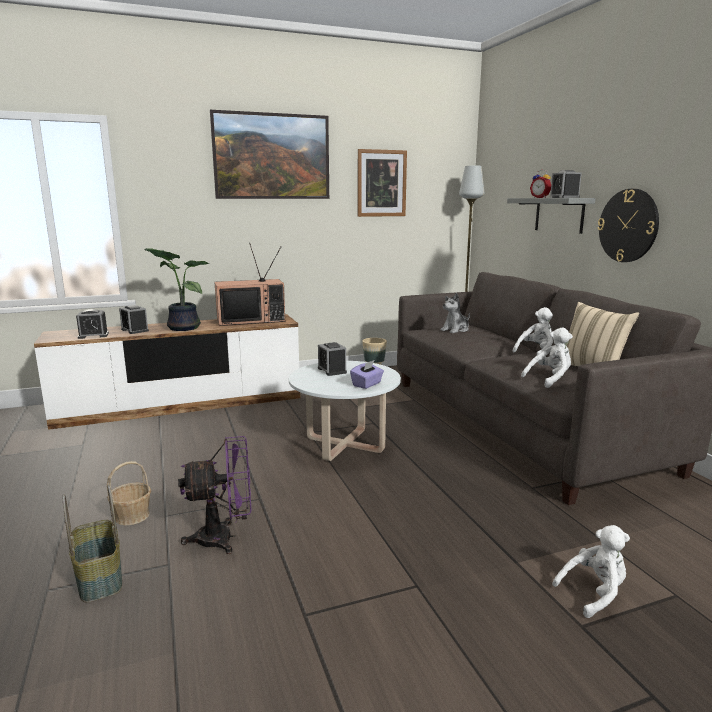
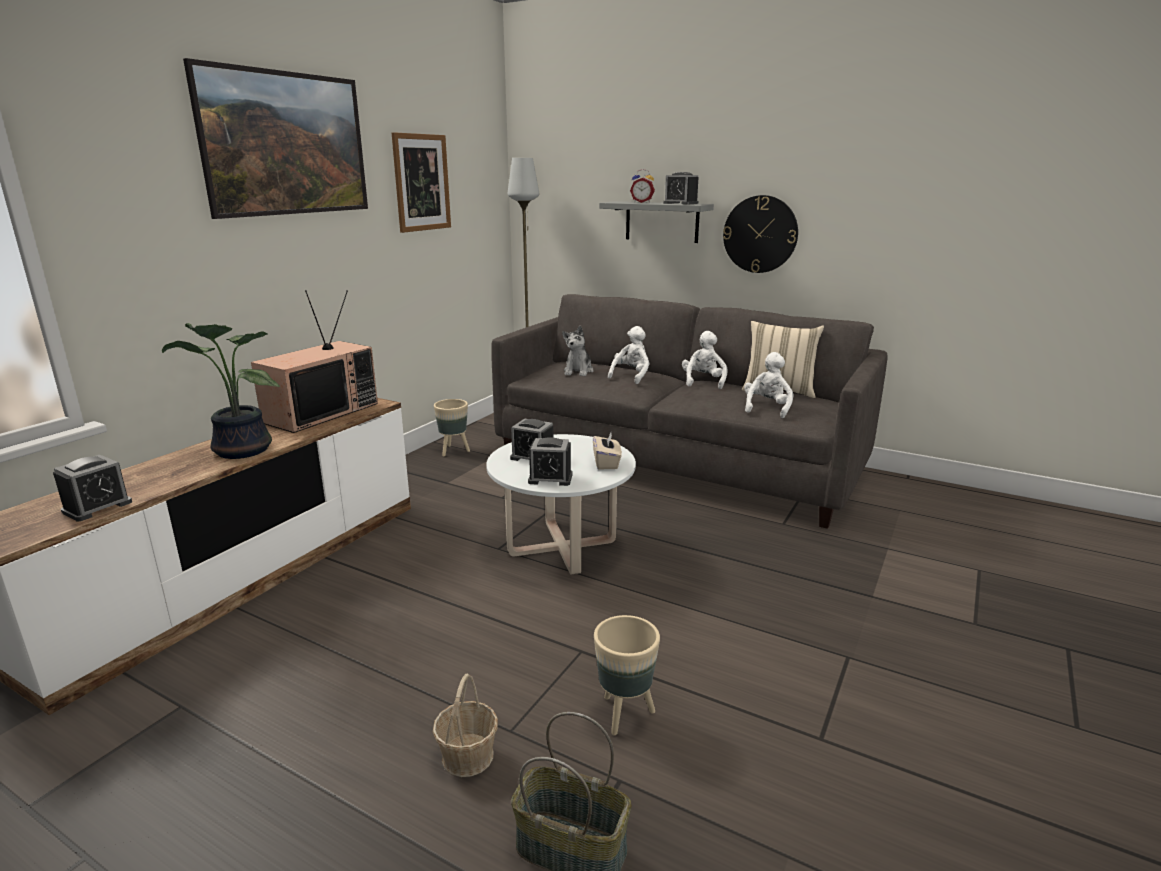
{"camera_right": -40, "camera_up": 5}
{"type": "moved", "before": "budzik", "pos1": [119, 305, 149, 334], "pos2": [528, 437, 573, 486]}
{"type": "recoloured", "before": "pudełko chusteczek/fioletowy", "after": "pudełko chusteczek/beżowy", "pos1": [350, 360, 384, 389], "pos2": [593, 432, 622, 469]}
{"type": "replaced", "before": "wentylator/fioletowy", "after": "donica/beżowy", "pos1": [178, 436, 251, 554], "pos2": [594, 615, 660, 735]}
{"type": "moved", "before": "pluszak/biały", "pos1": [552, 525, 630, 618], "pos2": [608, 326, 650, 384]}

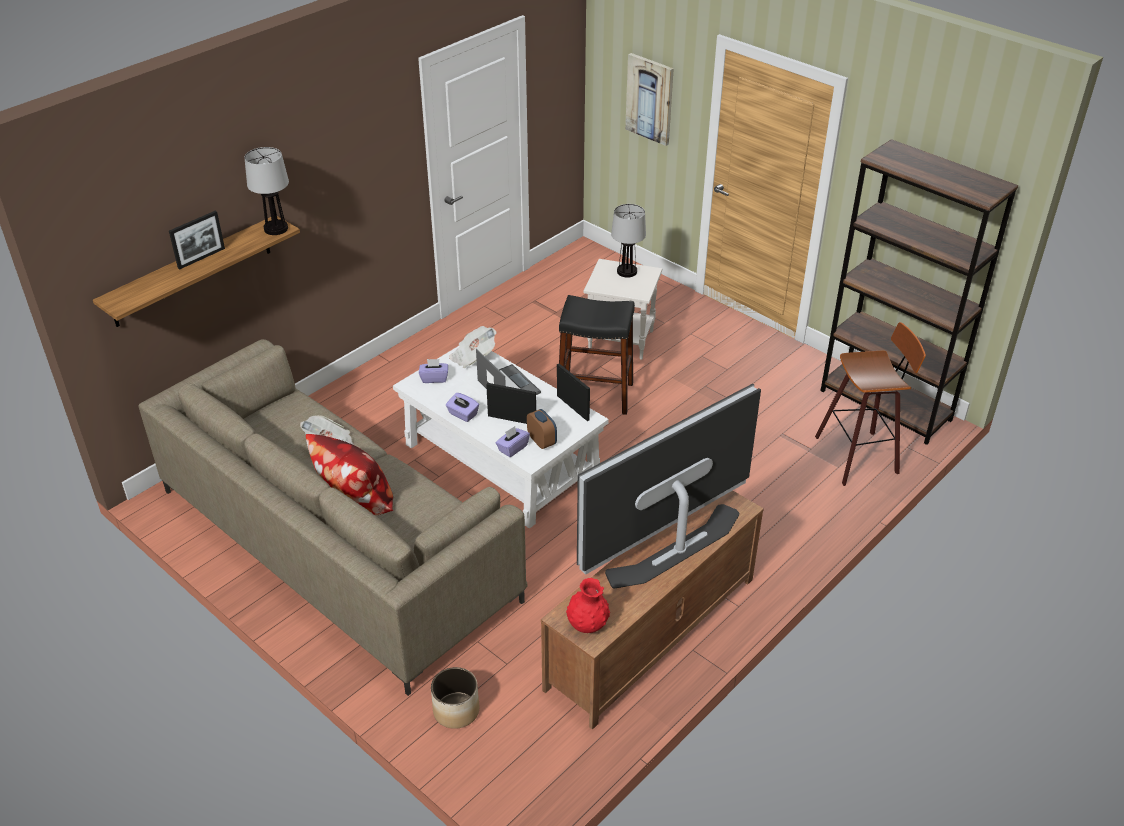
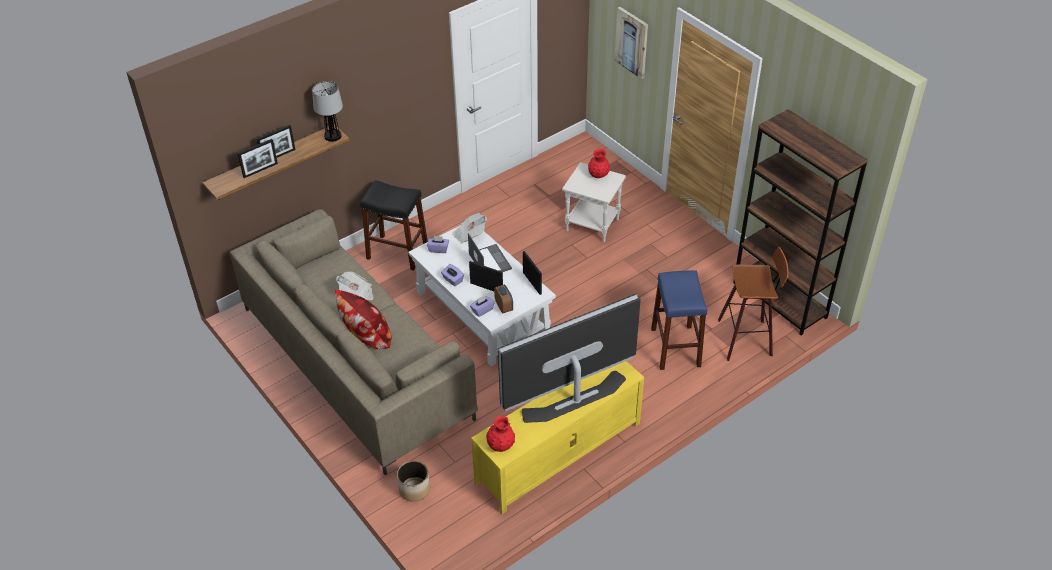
{"camera_right": 10, "camera_up": 5}
{"type": "replaced", "before": "lampa stołowa", "after": "wazon/czerwony", "pos1": [611, 204, 646, 278], "pos2": [588, 149, 610, 178]}
{"type": "moved", "before": "stołek/czarny", "pos1": [559, 295, 635, 415], "pos2": [360, 180, 428, 271]}
{"type": "recoloured", "before": "szafka pod telewizor/brązowy", "after": "szafka pod telewizor/żółty", "pos1": [541, 491, 764, 730], "pos2": [471, 361, 644, 514]}
{"type": "added", "after": "ramka na zdjęcie", "pos2": [238, 139, 278, 178]}
{"type": "added", "after": "stołek/niebieski", "pos2": [651, 271, 707, 370]}

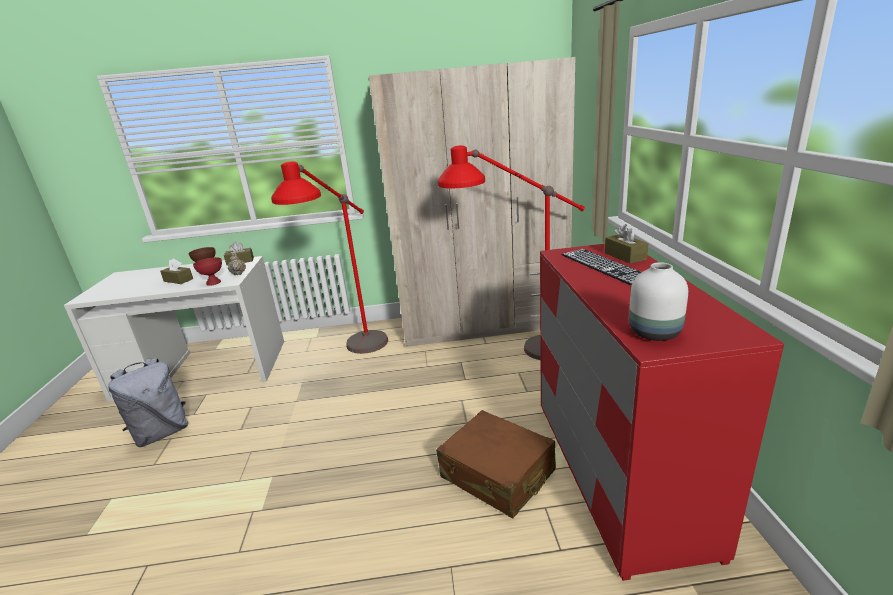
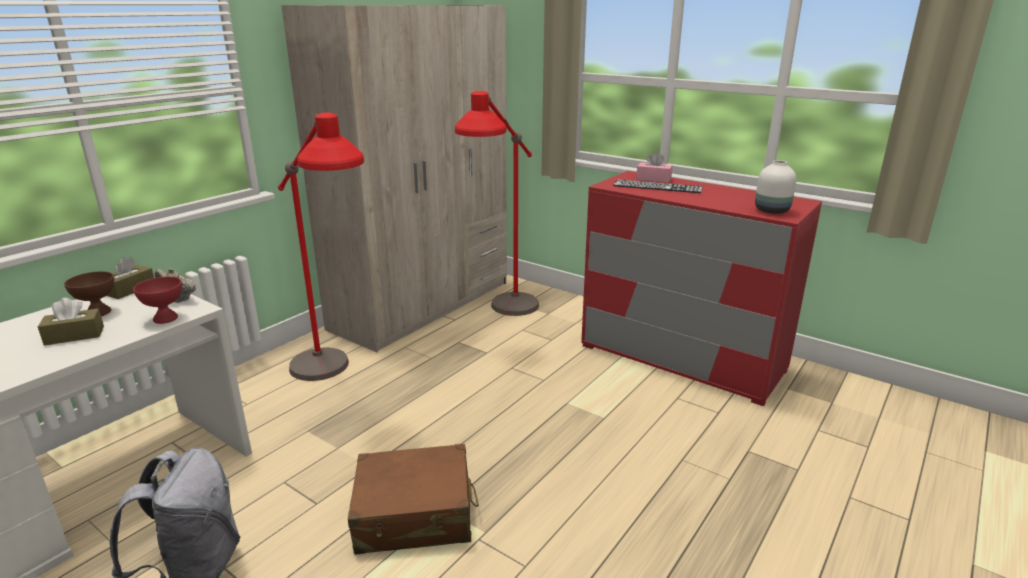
{"camera_right": -50, "camera_up": 0}
{"type": "recoloured", "before": "pudełko chusteczek/brązowy", "after": "pudełko chusteczek/różowy", "pos1": [605, 224, 648, 264], "pos2": [636, 152, 673, 183]}
{"type": "moved", "before": "walizka/brązowy", "pos1": [436, 410, 556, 518], "pos2": [348, 444, 479, 555]}

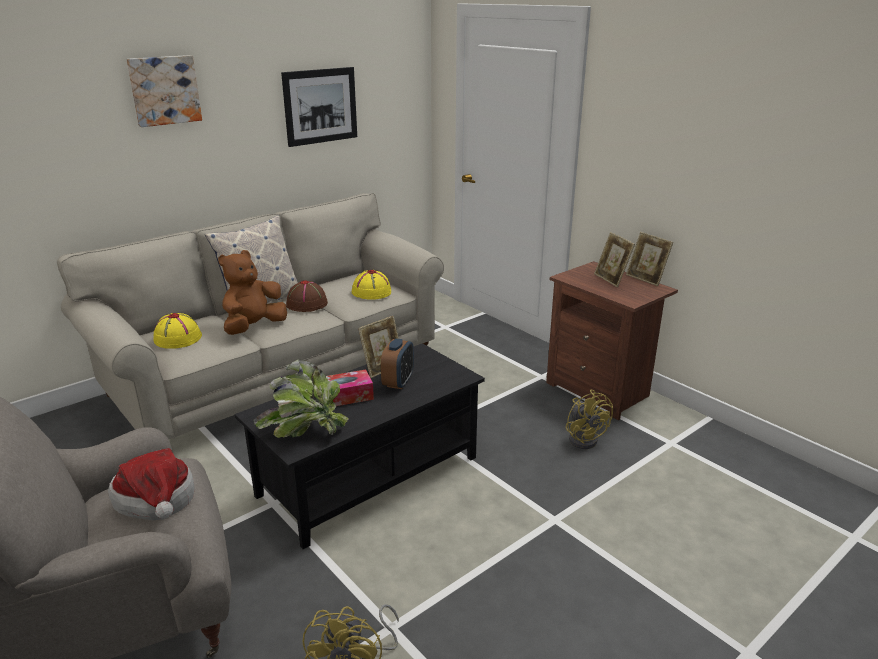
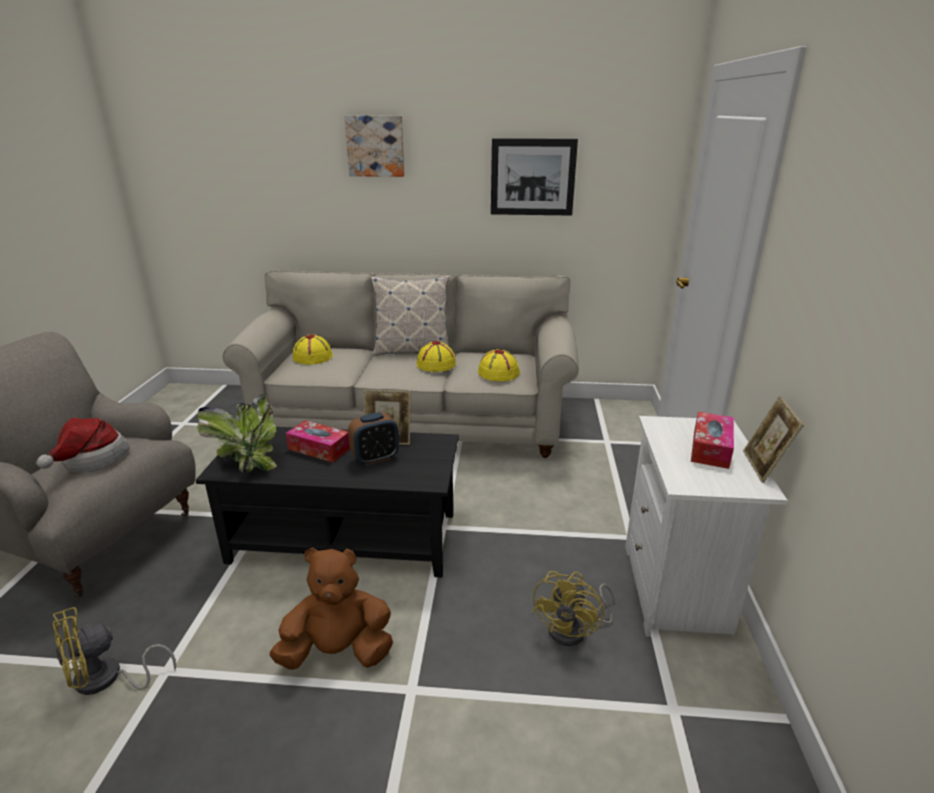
{"camera_right": 45, "camera_up": 0}
{"type": "replaced", "before": "ramka na zdjęcie", "after": "pudełko chusteczek", "pos1": [594, 232, 635, 287], "pos2": [691, 412, 734, 469]}
{"type": "moved", "before": "pluszak/brązowy", "pos1": [218, 250, 287, 335], "pos2": [270, 548, 393, 670]}
{"type": "recoloured", "before": "szafka nocna/brązowy", "after": "szafka nocna/biały", "pos1": [546, 261, 678, 420], "pos2": [625, 416, 788, 637]}
{"type": "recoloured", "before": "kapelusz/brązowy", "after": "kapelusz/żółty", "pos1": [286, 280, 328, 312], "pos2": [416, 341, 456, 372]}

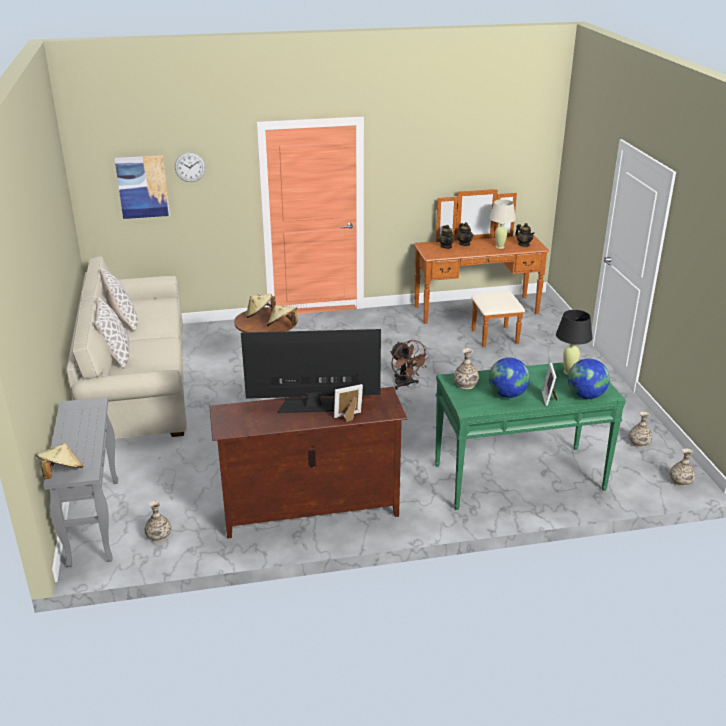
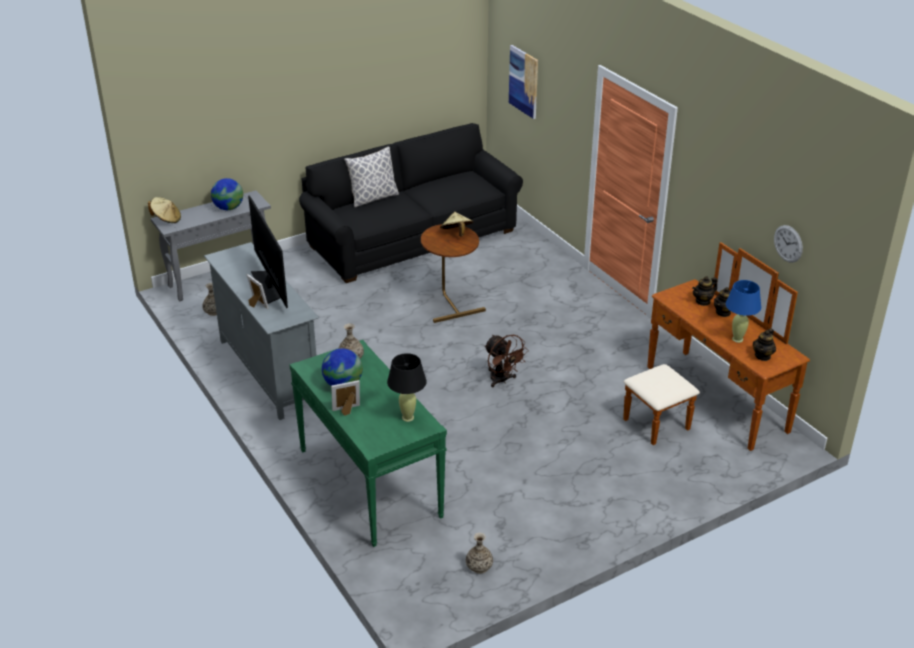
{"camera_right": 70, "camera_up": 5}
{"type": "moved", "before": "zegar ścienny", "pos1": [175, 152, 205, 182], "pos2": [774, 225, 803, 263]}
{"type": "recoloured", "before": "lampa stołowa/beżowy", "after": "lampa stołowa/niebieski", "pos1": [489, 199, 516, 249], "pos2": [726, 280, 761, 343]}
{"type": "recoloured", "before": "kanapa/beżowy", "after": "kanapa/czarny", "pos1": [66, 256, 187, 439], "pos2": [299, 123, 523, 283]}
{"type": "removed", "before": "poduszka", "pos1": [100, 268, 138, 332]}
{"type": "removed", "before": "kapelusz/beżowy", "pos1": [267, 305, 297, 326]}
{"type": "turned", "before": "wentylator/brązowy", "pos1": [390, 340, 430, 390], "pos2": [484, 335, 529, 387], "turn": -75}
{"type": "moved", "before": "globus", "pos1": [568, 359, 610, 399], "pos2": [211, 178, 243, 210]}
{"type": "recoloured", "before": "szafka pod telewizor/brązowy", "after": "szafka pod telewizor/szary", "pos1": [209, 387, 407, 539], "pos2": [204, 242, 319, 420]}
{"type": "removed", "before": "wazon", "pos1": [669, 448, 695, 486]}

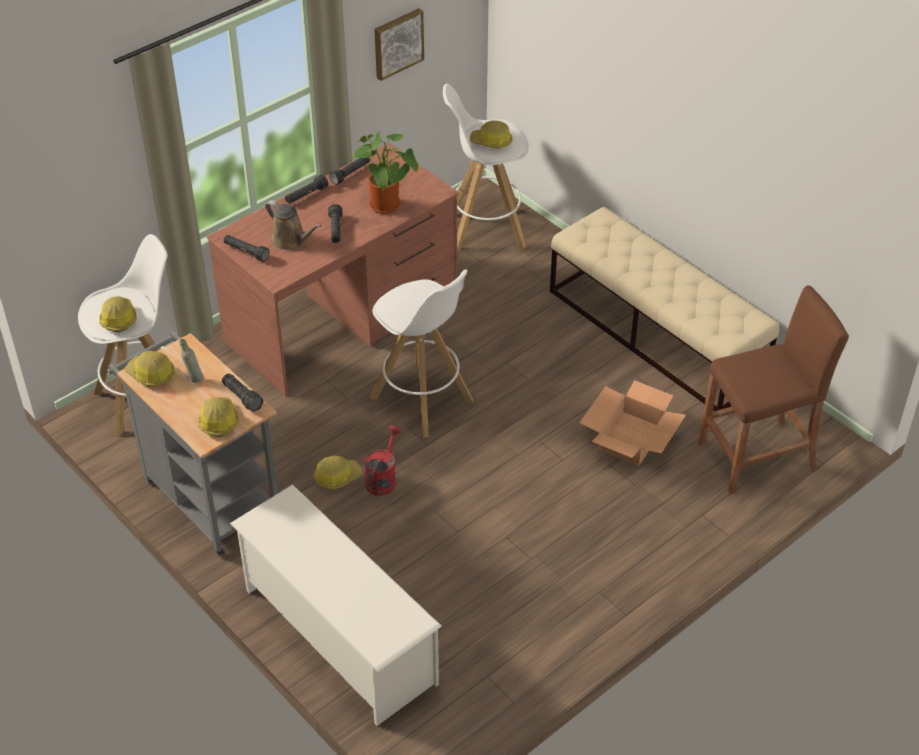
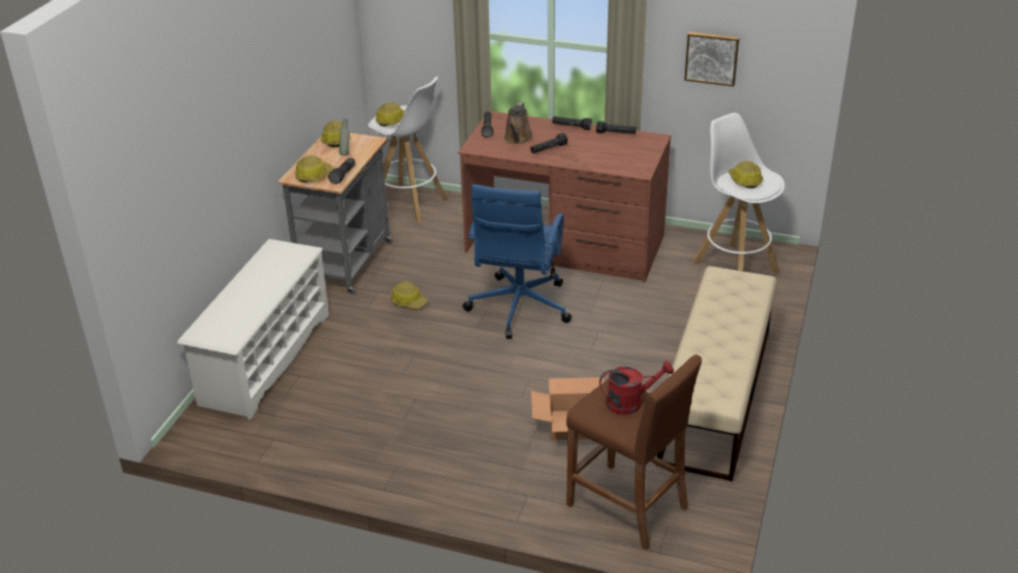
{"camera_right": 60, "camera_up": -10}
{"type": "removed", "before": "roślina doniczkowa", "pos1": [352, 131, 418, 214]}
{"type": "replaced", "before": "stołek/biały", "after": "krzesło biurowe/niebieski", "pos1": [370, 269, 473, 437], "pos2": [463, 184, 572, 339]}
{"type": "moved", "before": "konewka/czerwony", "pos1": [365, 426, 401, 496], "pos2": [599, 361, 674, 415]}

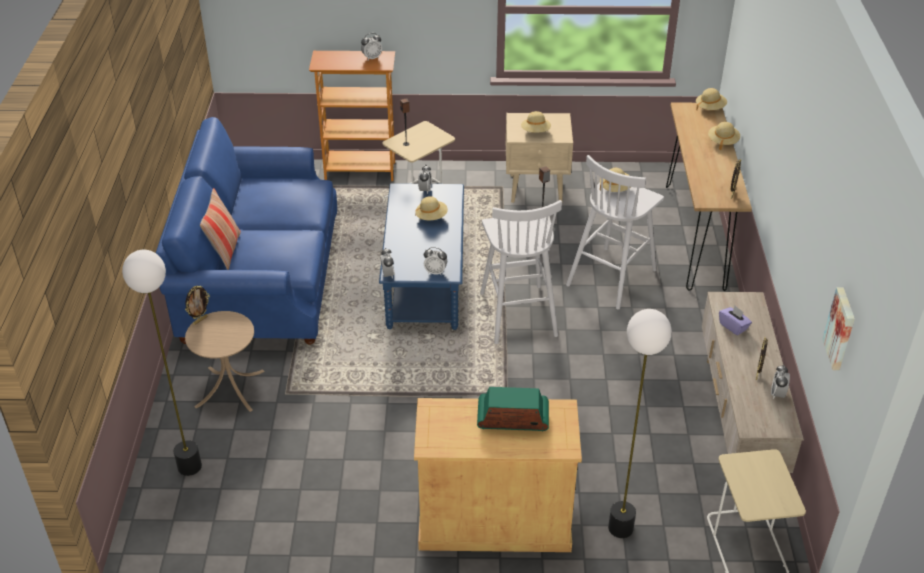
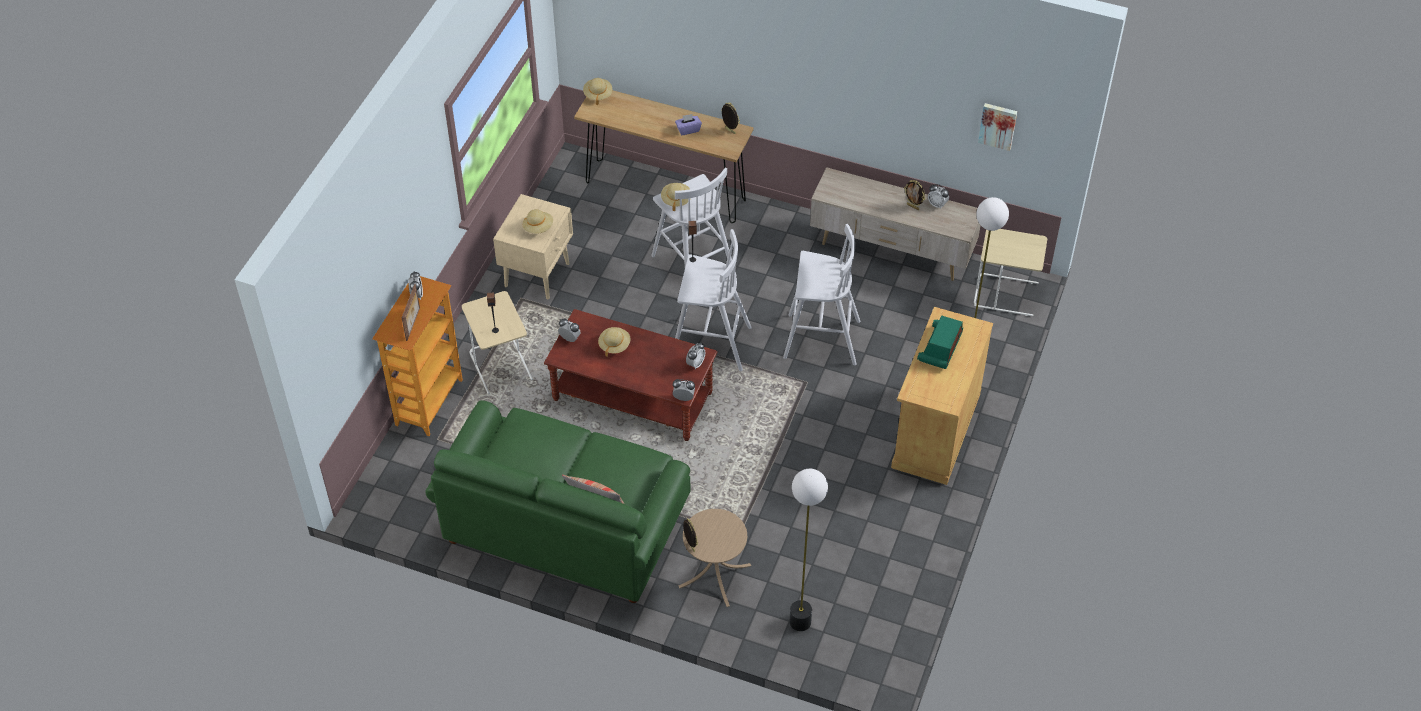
{"camera_right": -70, "camera_up": 10}
{"type": "recoloured", "before": "kanapa/niebieski", "after": "kanapa/zielony", "pos1": [156, 117, 337, 345], "pos2": [426, 400, 690, 603]}
{"type": "removed", "before": "kapelusz/beżowy", "pos1": [708, 122, 740, 150]}
{"type": "recoloured", "before": "ława/niebieski", "after": "ława/brązowy", "pos1": [379, 183, 464, 330], "pos2": [544, 309, 718, 441]}
{"type": "moved", "before": "pudełko chusteczek/fioletowy", "pos1": [719, 306, 752, 335], "pos2": [675, 114, 702, 135]}
{"type": "added", "after": "stołek/biały", "pos2": [783, 224, 860, 365]}
{"type": "added", "after": "ramka na zdjęcie", "pos2": [402, 284, 420, 341]}

